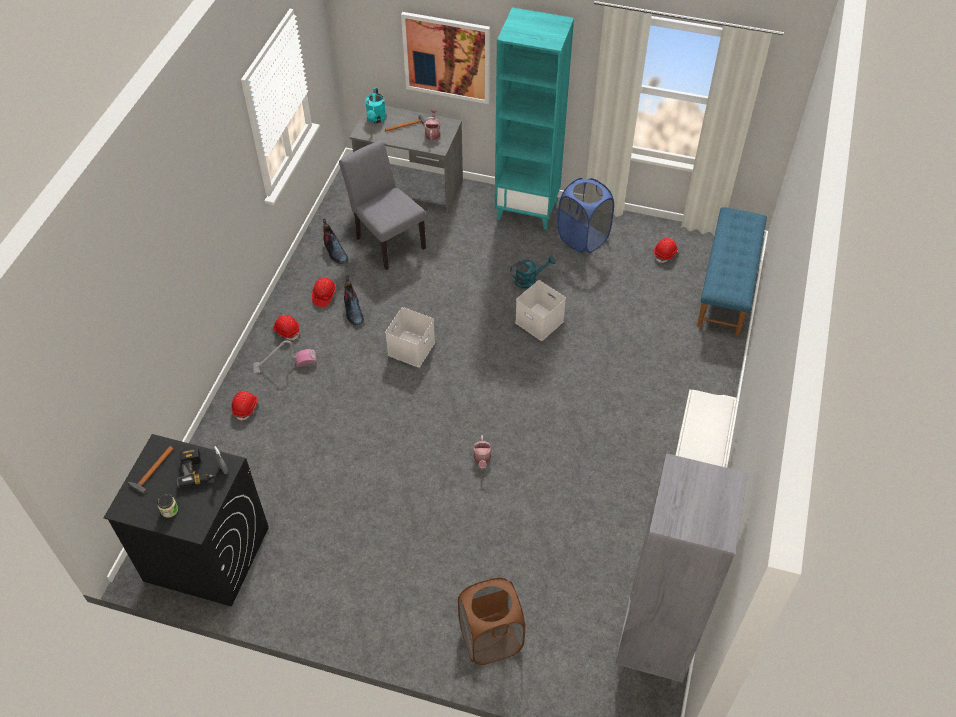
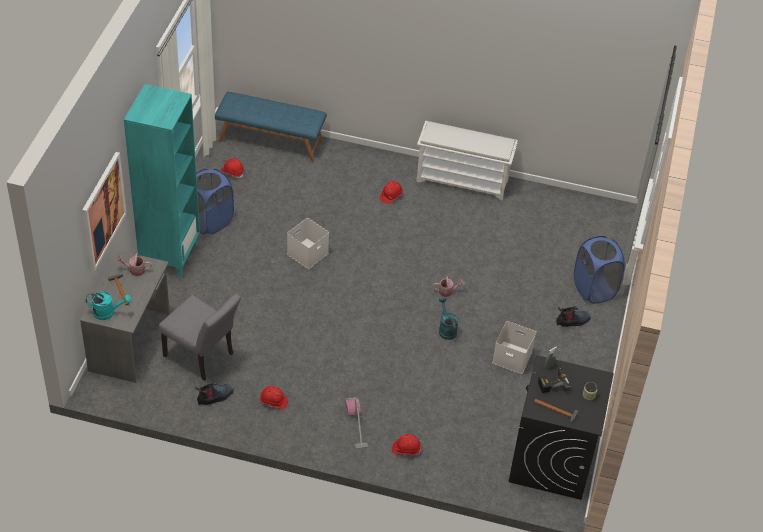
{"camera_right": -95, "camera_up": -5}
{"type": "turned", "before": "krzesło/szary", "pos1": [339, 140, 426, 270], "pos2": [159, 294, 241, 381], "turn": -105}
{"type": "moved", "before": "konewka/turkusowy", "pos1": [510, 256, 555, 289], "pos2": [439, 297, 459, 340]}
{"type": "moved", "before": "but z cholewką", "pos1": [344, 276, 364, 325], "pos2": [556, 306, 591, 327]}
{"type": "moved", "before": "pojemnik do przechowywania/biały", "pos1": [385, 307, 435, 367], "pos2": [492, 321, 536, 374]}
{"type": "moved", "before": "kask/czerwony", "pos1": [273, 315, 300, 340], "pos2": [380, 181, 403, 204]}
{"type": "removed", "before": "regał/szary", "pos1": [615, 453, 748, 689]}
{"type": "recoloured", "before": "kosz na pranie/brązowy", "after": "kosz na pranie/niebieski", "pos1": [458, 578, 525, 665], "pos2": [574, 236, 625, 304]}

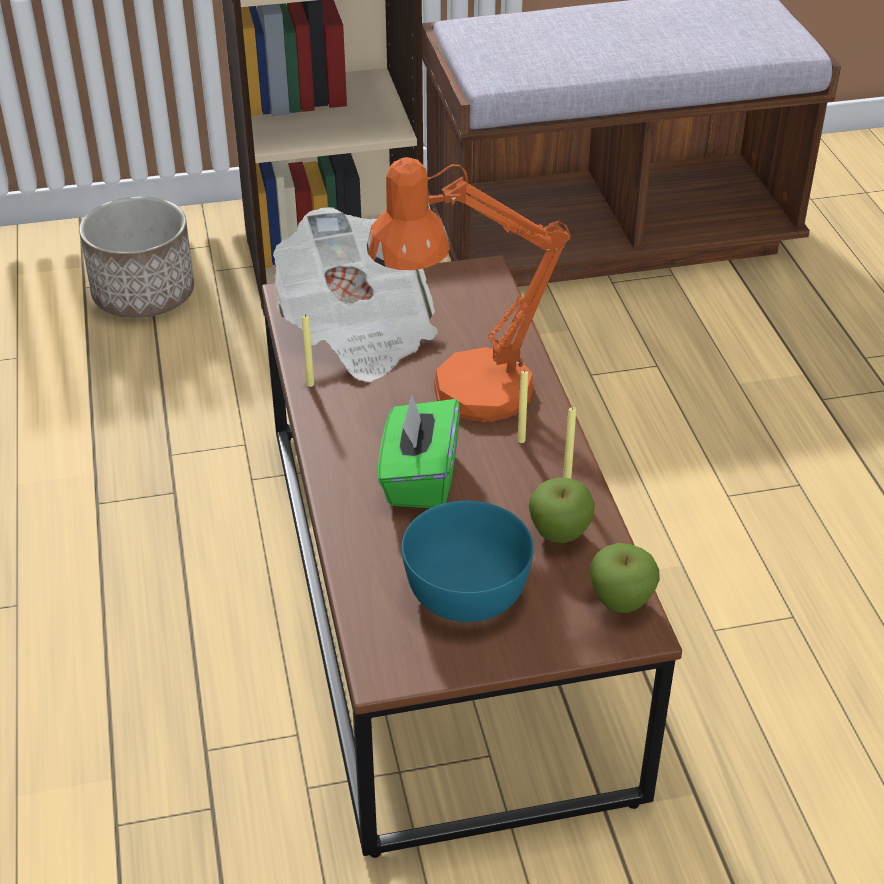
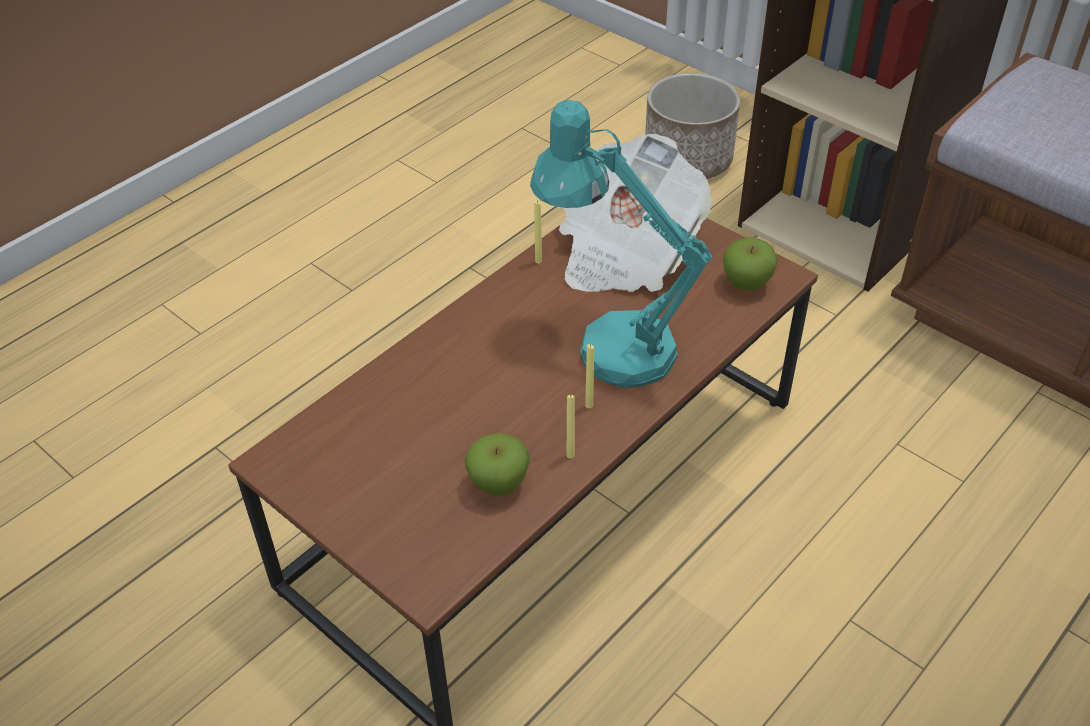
{"camera_right": 55, "camera_up": 5}
{"type": "recoloured", "before": "lampa stołowa/pomarańczowy", "after": "lampa stołowa/turkusowy", "pos1": [367, 157, 570, 422], "pos2": [530, 100, 712, 388]}
{"type": "removed", "before": "pudełko chusteczek/zielony", "pos1": [378, 394, 460, 508]}
{"type": "removed", "before": "miska/turkusowy", "pos1": [402, 501, 533, 622]}
{"type": "moved", "before": "jabłko", "pos1": [590, 543, 660, 613], "pos2": [723, 238, 777, 291]}

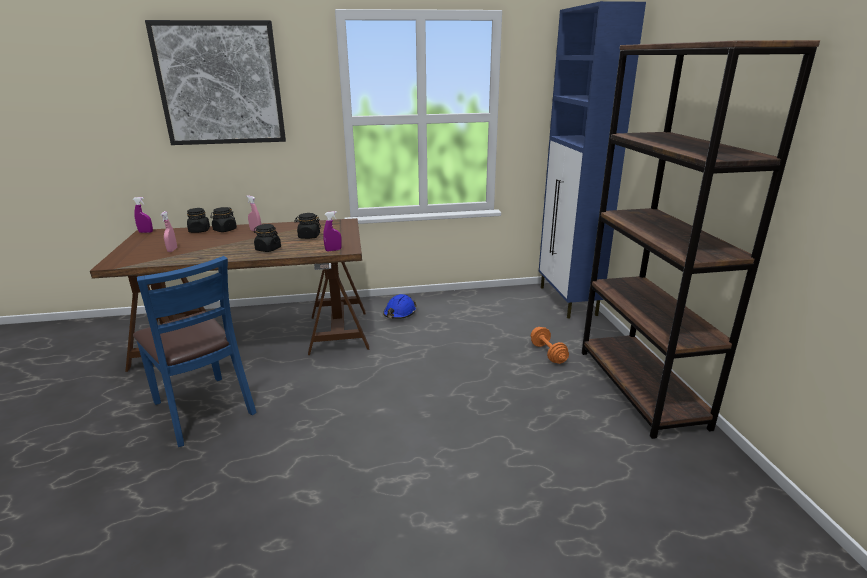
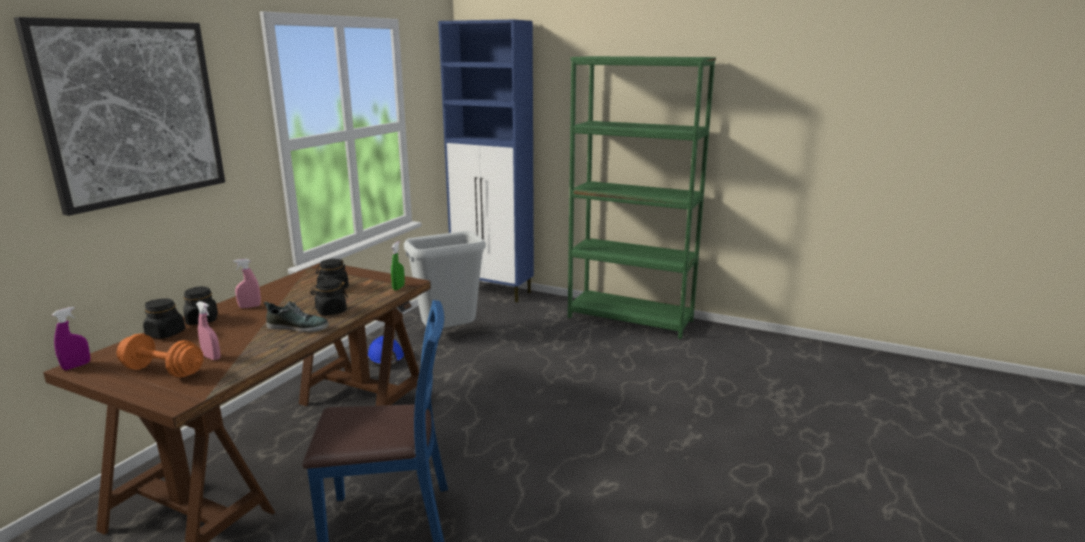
{"camera_right": -55, "camera_up": -5}
{"type": "recoloured", "before": "regał/brązowy", "after": "regał/zielony", "pos1": [582, 40, 820, 439], "pos2": [568, 56, 716, 339]}
{"type": "recoloured", "before": "spryskiwacz/fioletowy", "after": "spryskiwacz/zielony", "pos1": [323, 211, 342, 251], "pos2": [391, 241, 405, 290]}
{"type": "moved", "before": "hantel/pomarańczowy", "pos1": [531, 327, 569, 364], "pos2": [116, 334, 204, 378]}
{"type": "added", "after": "kosz na śmieci/szary", "pos2": [404, 231, 486, 328]}
{"type": "added", "after": "but", "pos2": [264, 301, 329, 332]}

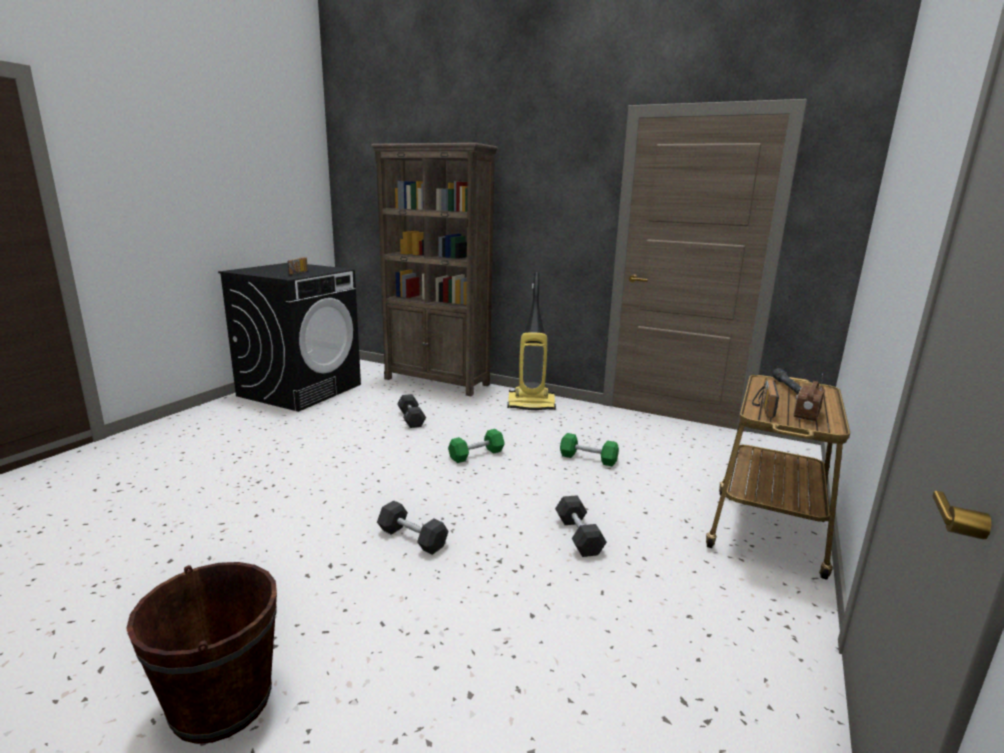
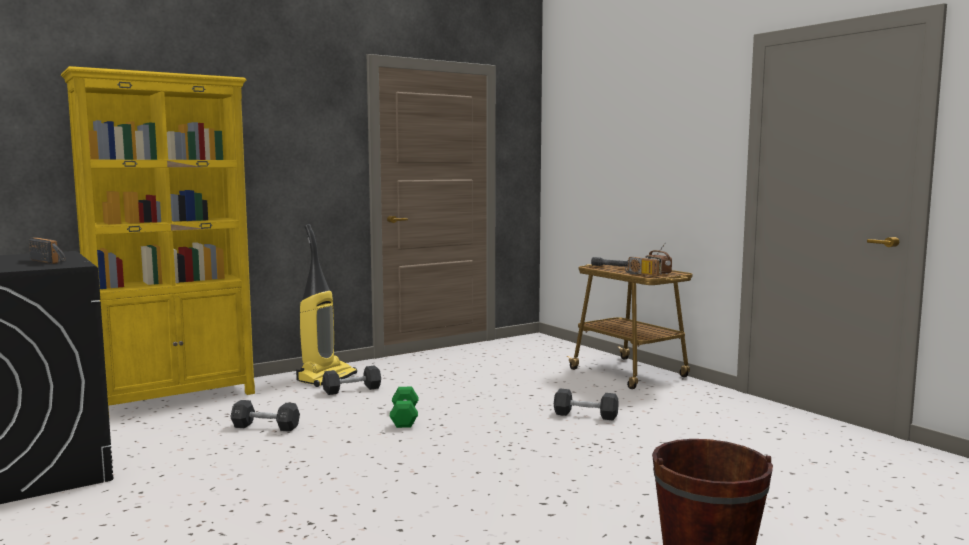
{"camera_right": -60, "camera_up": -10}
{"type": "recoloured", "before": "regał/brązowy", "after": "regał/żółty", "pos1": [371, 143, 498, 396], "pos2": [61, 66, 255, 410]}
{"type": "removed", "before": "hantel/zielony", "pos1": [560, 433, 619, 466]}
{"type": "moved", "before": "hantel/czarny", "pos1": [377, 500, 448, 555], "pos2": [322, 365, 381, 395]}

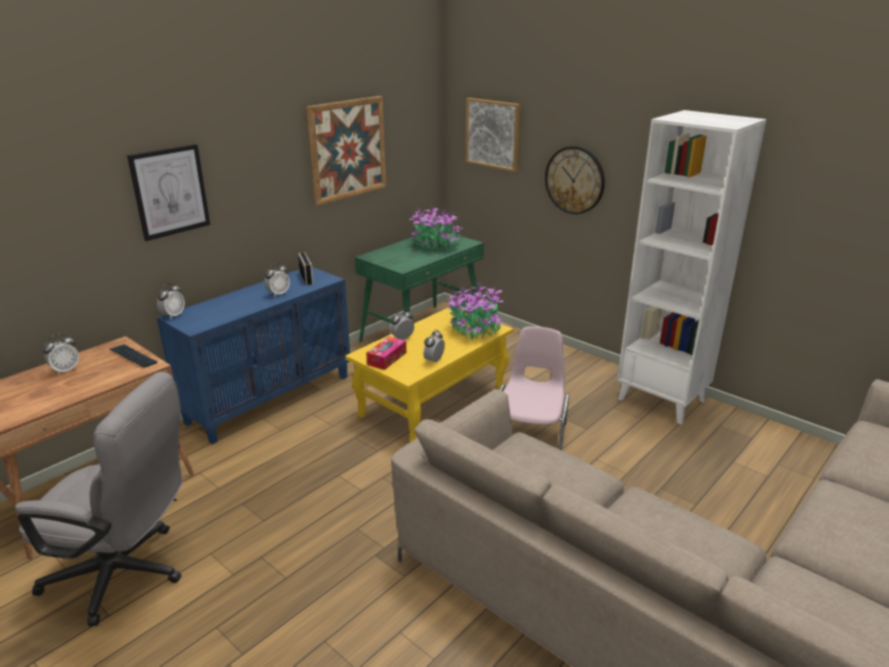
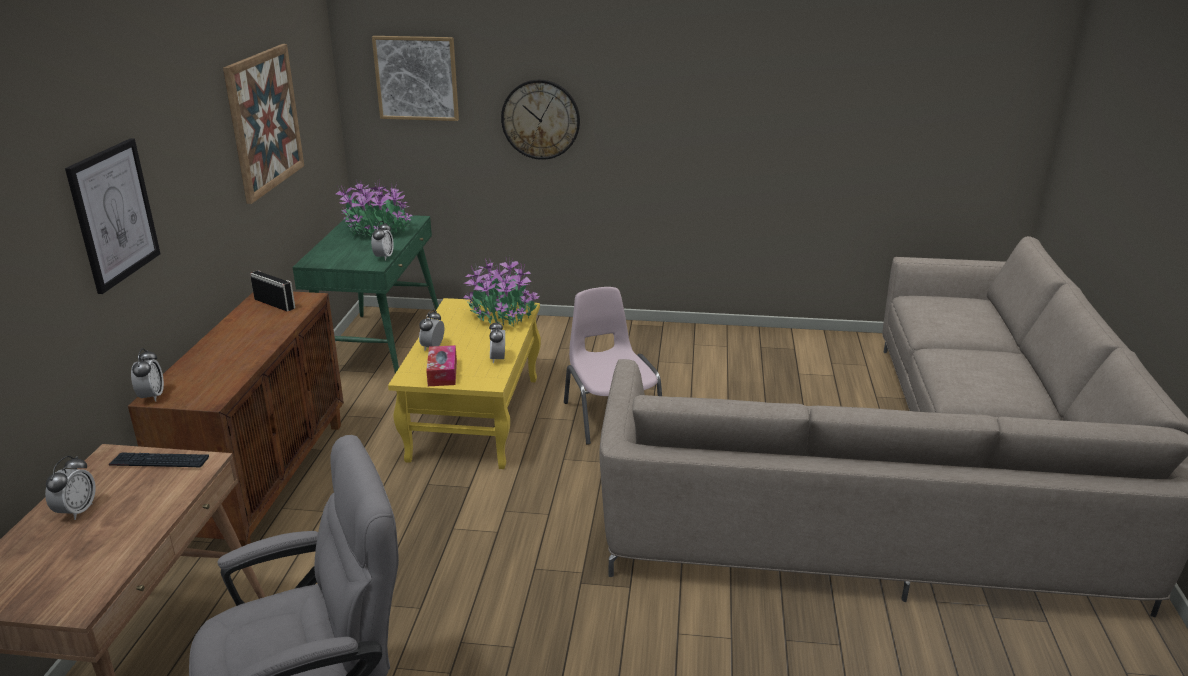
{"camera_right": -35, "camera_up": 0}
{"type": "removed", "before": "regał/biały", "pos1": [617, 110, 766, 425]}
{"type": "moved", "before": "budzik", "pos1": [264, 263, 290, 296], "pos2": [371, 221, 394, 260]}
{"type": "recoloured", "before": "szafka/niebieski", "after": "szafka/brązowy", "pos1": [157, 267, 350, 444], "pos2": [128, 292, 344, 546]}

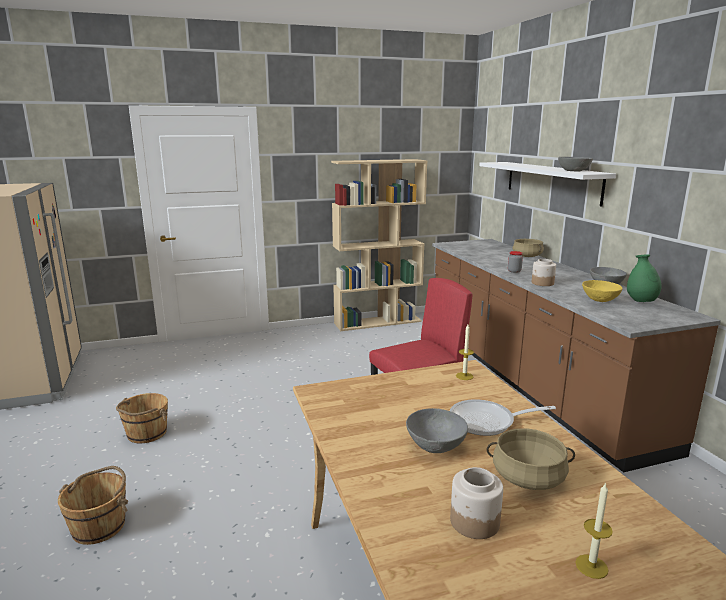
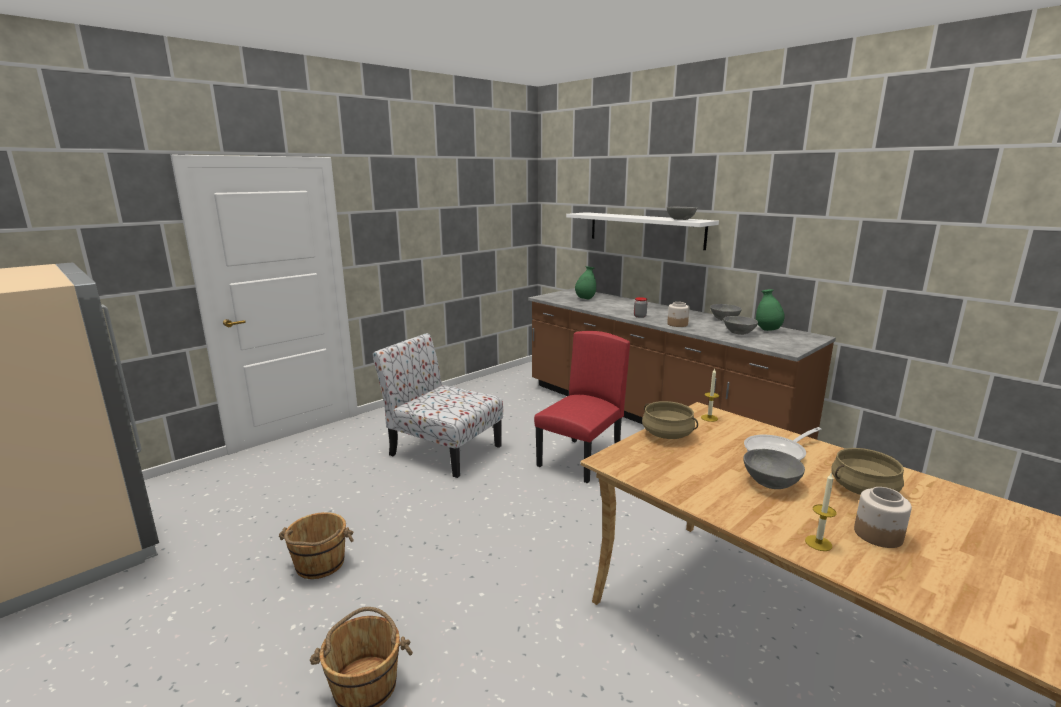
{"camera_right": -25, "camera_up": 0}
{"type": "removed", "before": "regał/beżowy", "pos1": [331, 159, 427, 331]}
{"type": "moved", "before": "garnek/beżowy", "pos1": [513, 239, 544, 257], "pos2": [642, 401, 698, 439]}
{"type": "recoloured", "before": "miska/żółty", "after": "miska/szary", "pos1": [582, 280, 623, 302], "pos2": [723, 316, 758, 335]}
{"type": "moved", "before": "świeca", "pos1": [575, 482, 613, 579], "pos2": [805, 472, 836, 551]}
{"type": "added", "after": "wazon/zielony", "pos2": [575, 266, 596, 300]}
{"type": "added", "after": "krzesło", "pos2": [373, 333, 503, 478]}

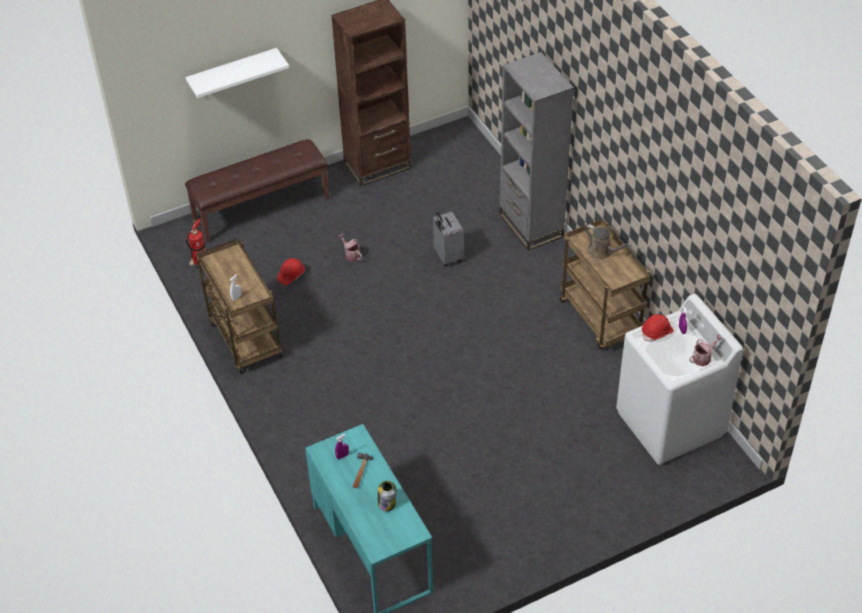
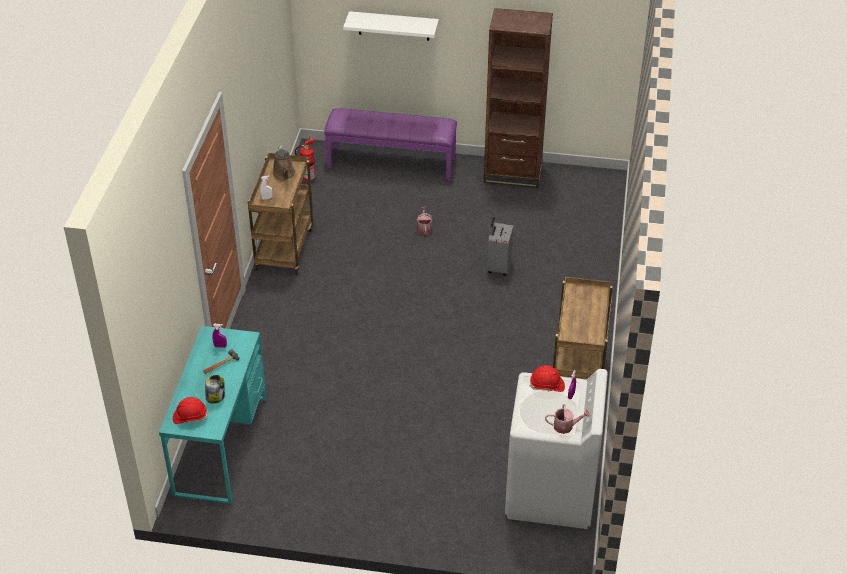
{"camera_right": 35, "camera_up": -5}
{"type": "removed", "before": "regał/szary", "pos1": [499, 52, 574, 251]}
{"type": "recoloured", "before": "ławka/brązowy", "after": "ławka/fioletowy", "pos1": [185, 139, 330, 243], "pos2": [324, 108, 457, 180]}
{"type": "moved", "before": "konewka/brązowy", "pos1": [585, 225, 632, 260], "pos2": [273, 145, 295, 180]}
{"type": "moved", "before": "kask/czerwony", "pos1": [277, 258, 305, 285], "pos2": [173, 397, 208, 424]}

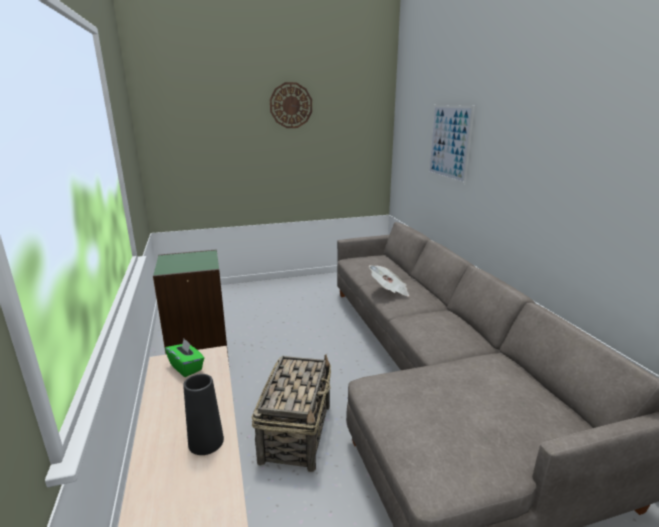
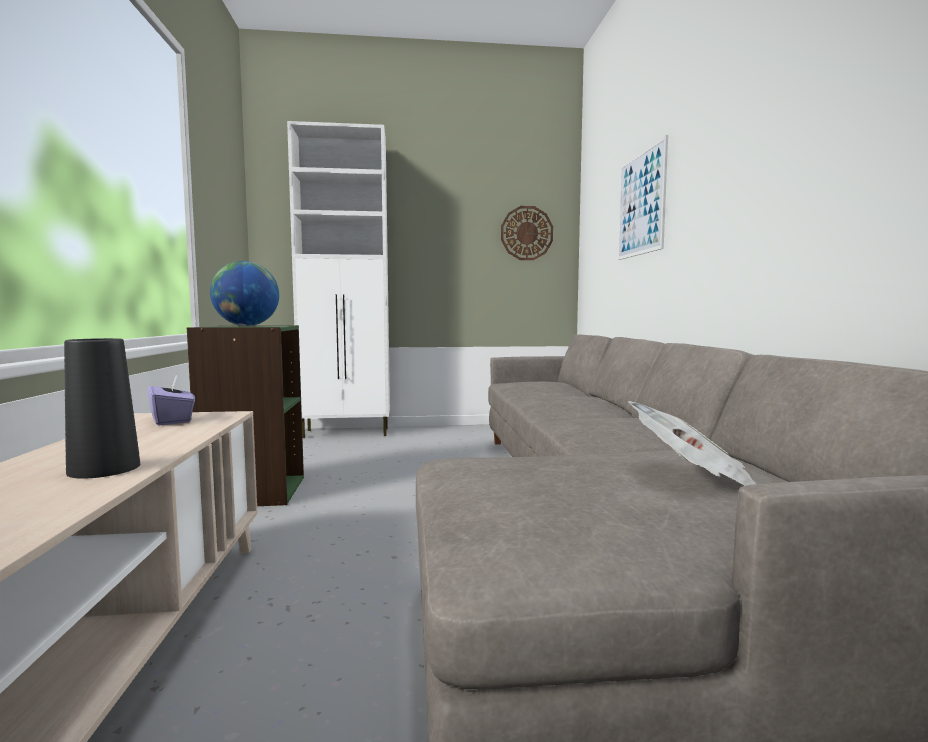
{"camera_right": 10, "camera_up": -15}
{"type": "moved", "before": "zegar ścienny", "pos1": [270, 82, 312, 128], "pos2": [501, 206, 553, 260]}
{"type": "moved", "before": "gazeta", "pos1": [369, 265, 409, 297], "pos2": [628, 401, 756, 486]}
{"type": "recoloured", "before": "pudełko chusteczek/zielony", "after": "pudełko chusteczek/fioletowy", "pos1": [165, 339, 204, 377], "pos2": [147, 375, 195, 426]}
{"type": "removed", "before": "koszyk", "pos1": [251, 354, 331, 472]}
{"type": "added", "after": "szafka/biały", "pos2": [287, 121, 390, 438]}
{"type": "added", "after": "globus", "pos2": [210, 261, 279, 326]}

